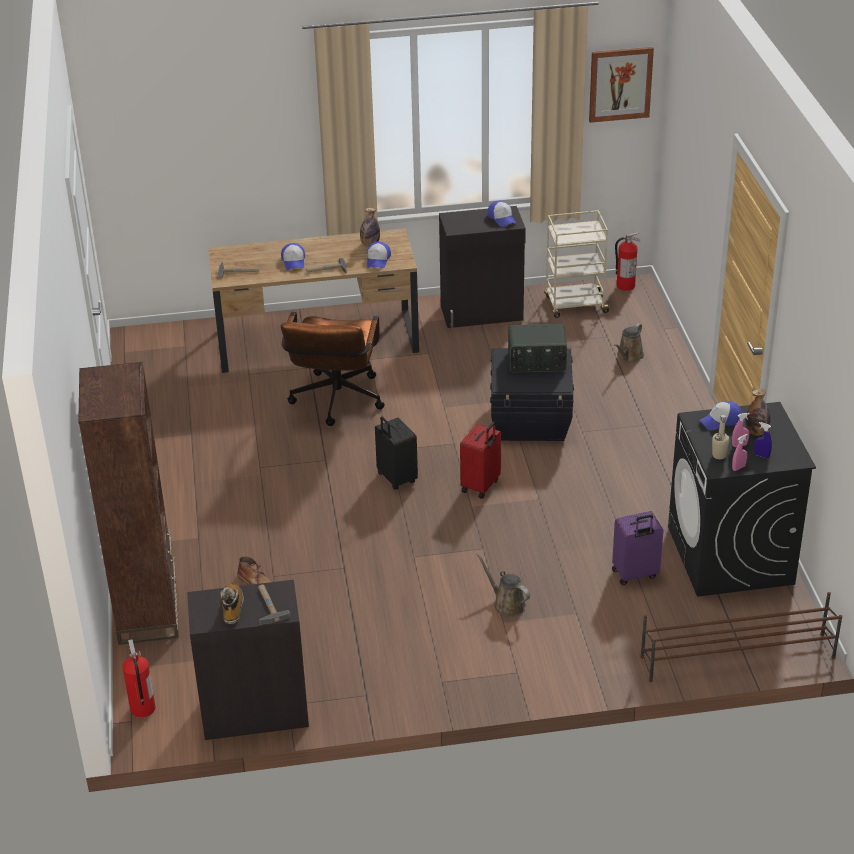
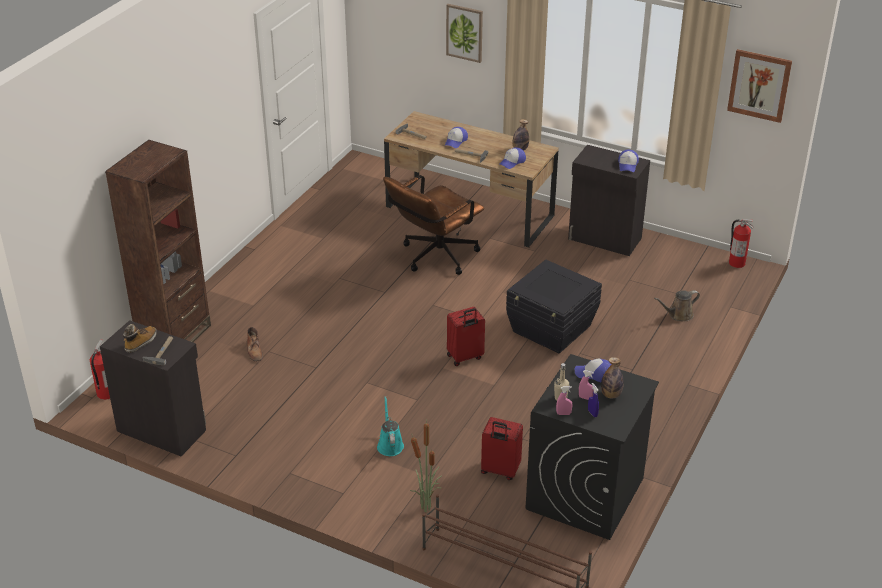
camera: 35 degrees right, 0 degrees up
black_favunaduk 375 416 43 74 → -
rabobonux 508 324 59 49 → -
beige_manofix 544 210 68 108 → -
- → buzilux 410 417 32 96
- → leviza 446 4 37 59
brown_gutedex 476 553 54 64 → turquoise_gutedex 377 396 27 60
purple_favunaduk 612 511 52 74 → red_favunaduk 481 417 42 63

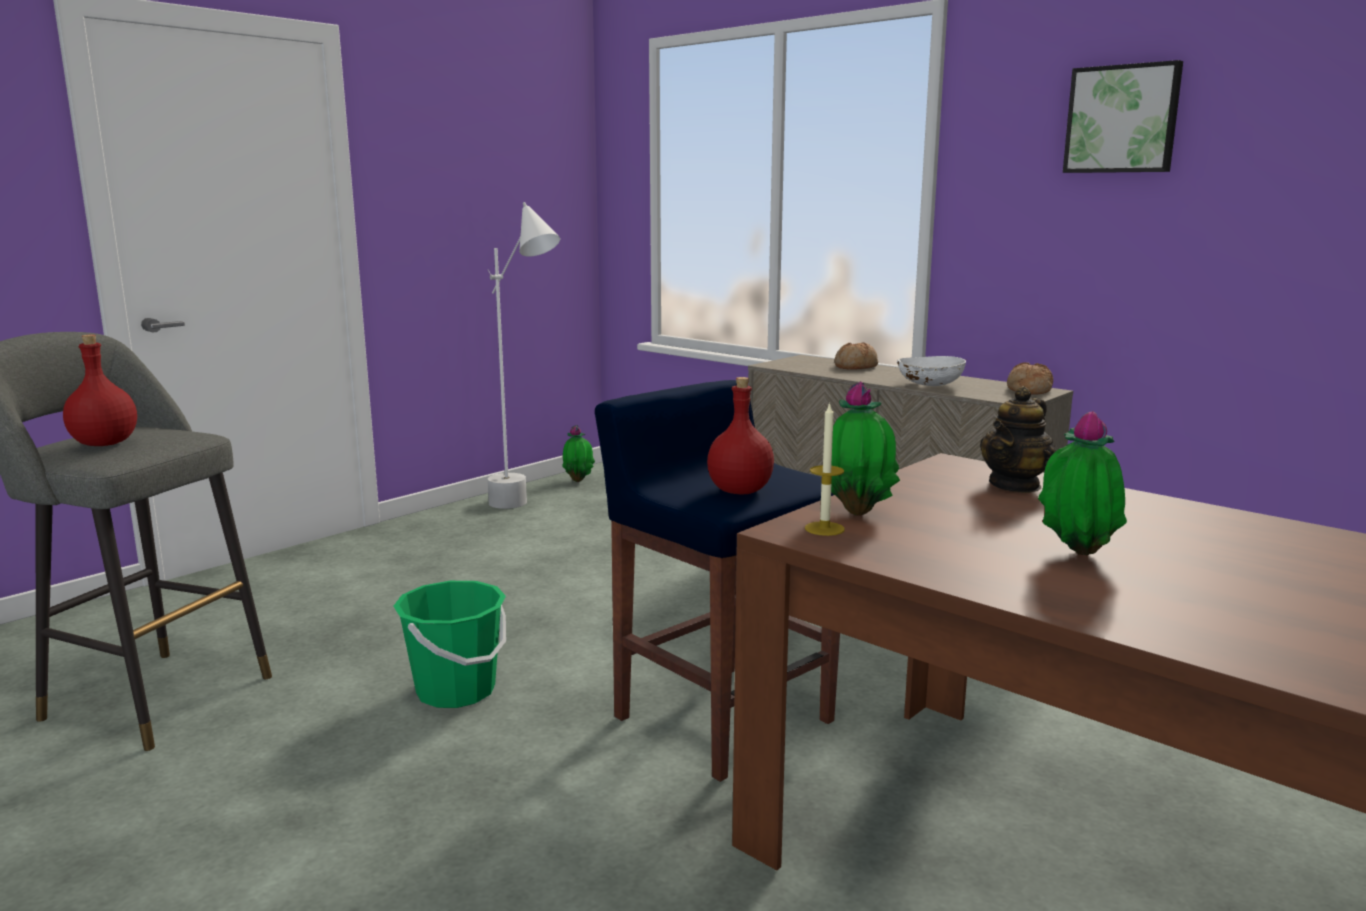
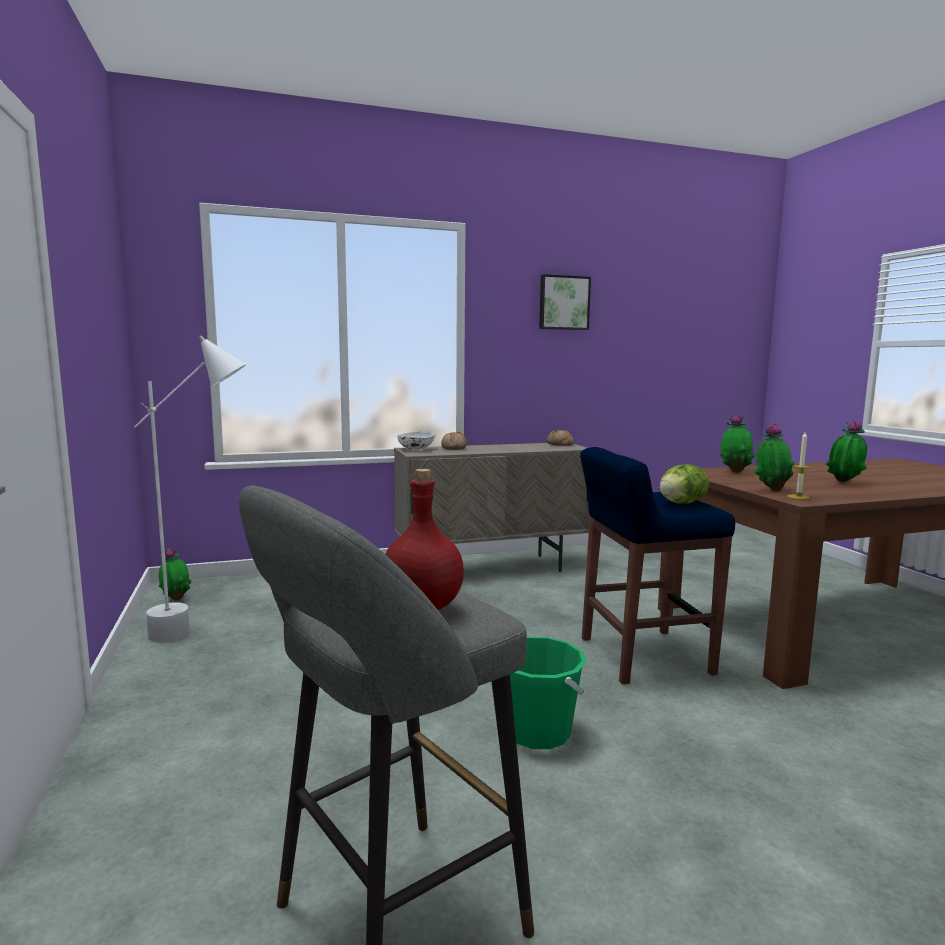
camera: 60 degrees left, 5 degrees down
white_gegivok 897 356 69 30 → white_gegivok 397 431 39 19, move
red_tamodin 707 377 67 118 → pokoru 659 464 50 40
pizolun 980 386 76 107 → buzilux 720 414 35 59

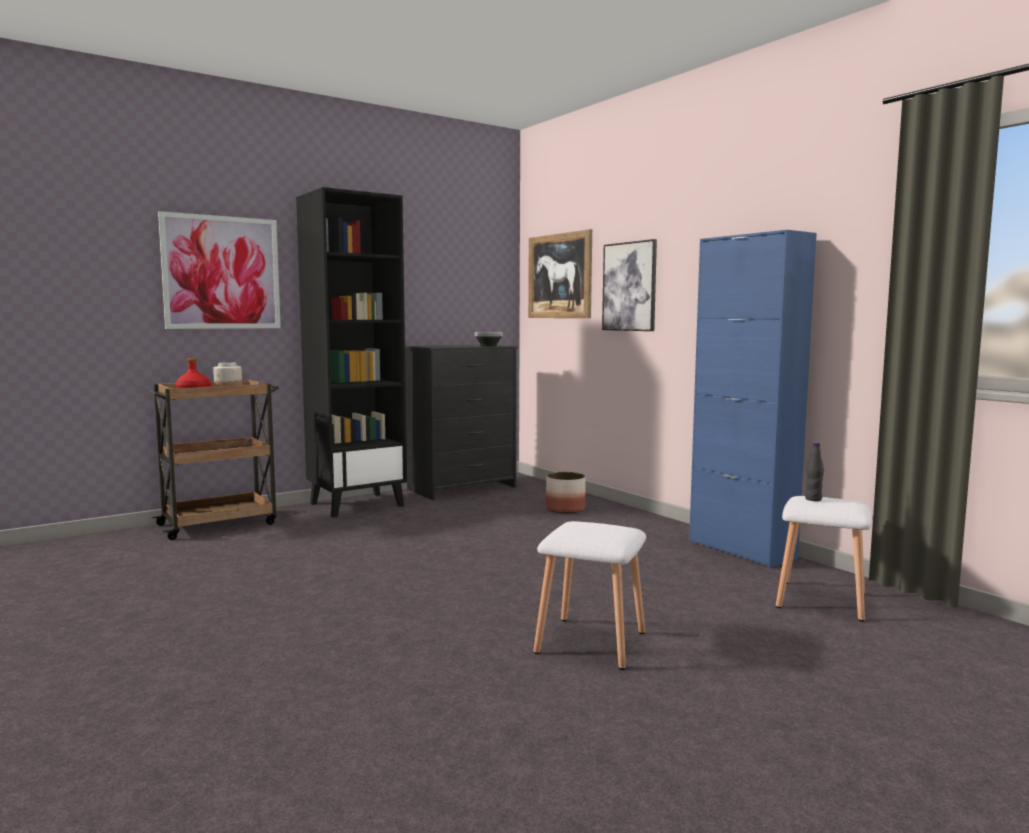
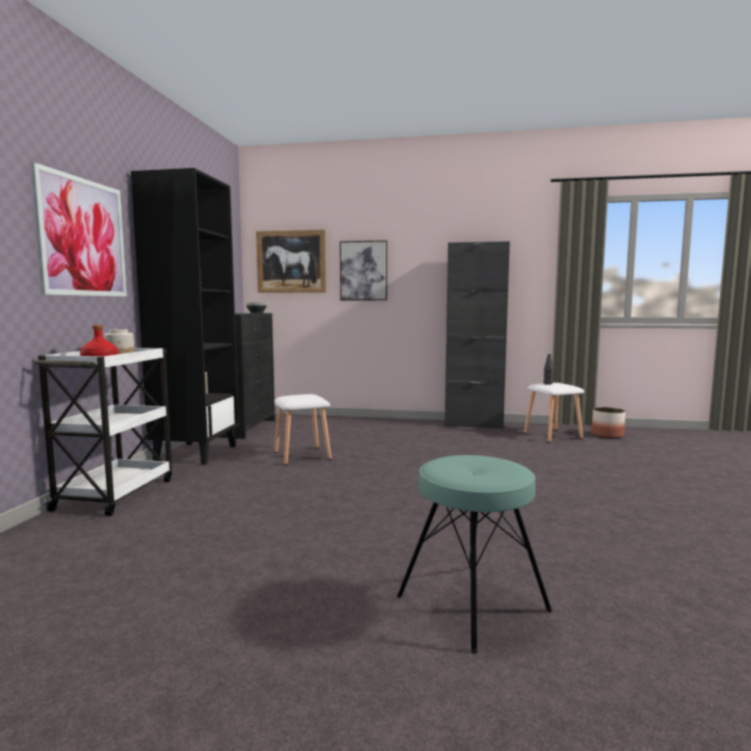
camera: 45 degrees left, 0 degrees up
- → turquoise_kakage 397 455 155 199
white_kakage 534 521 112 149 → white_kakage 274 394 58 71, move
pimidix 546 472 39 42 → pimidix 592 407 33 32, move
brown_manofix 144 379 135 161 → white_manofix 34 348 138 168
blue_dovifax 689 230 128 338 → black_dovifax 445 241 65 188

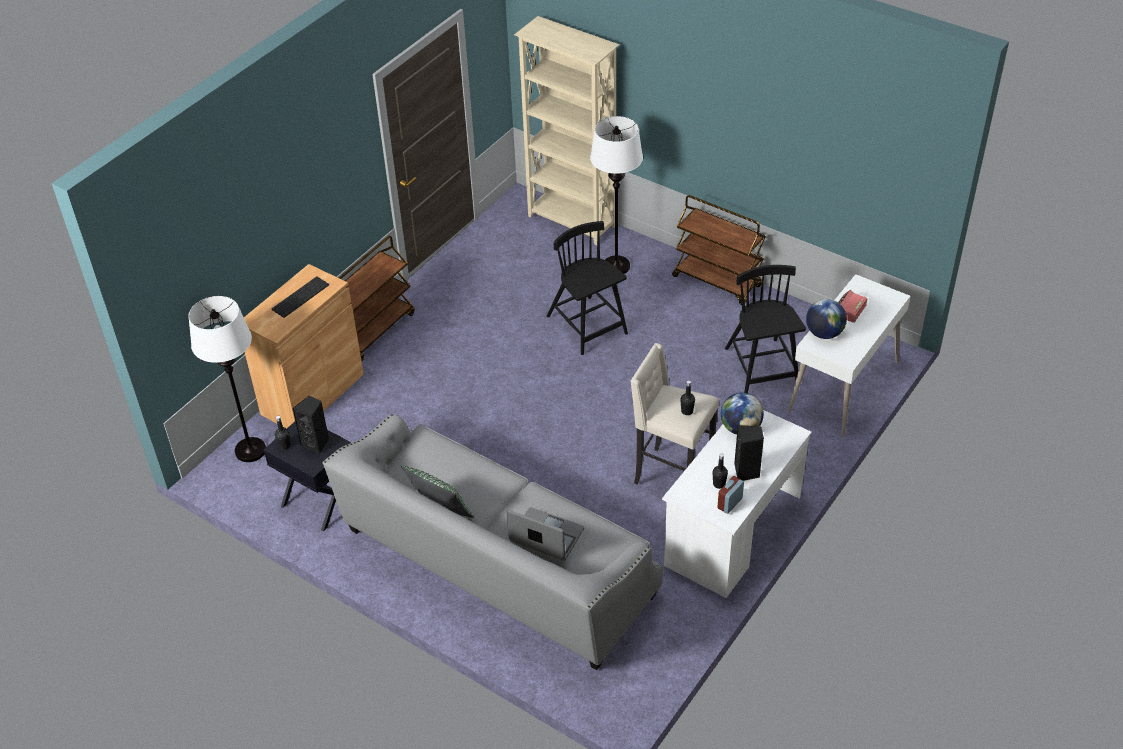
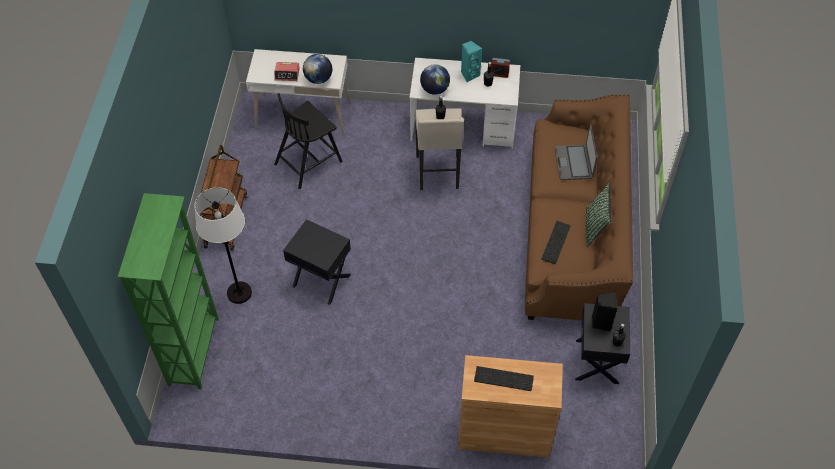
camera: 120 degrees left, 10 degrees up
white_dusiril 188 296 78 166 → -
brown_manofix 339 236 76 125 → -
- → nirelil 541 221 30 43
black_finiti 547 221 81 134 → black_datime 283 219 68 86
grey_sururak 322 414 341 256 → brown_sururak 525 94 108 227
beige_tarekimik 514 16 105 229 → green_tarekimik 118 193 101 196
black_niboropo 734 425 30 56 → turquoise_niboropo 461 41 21 41

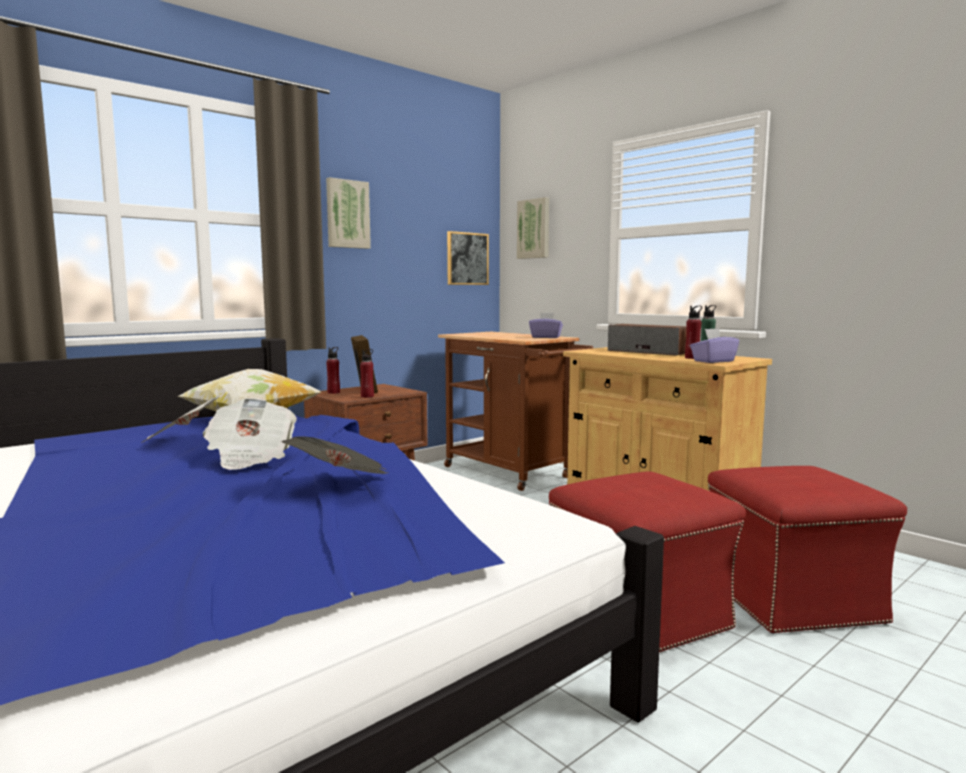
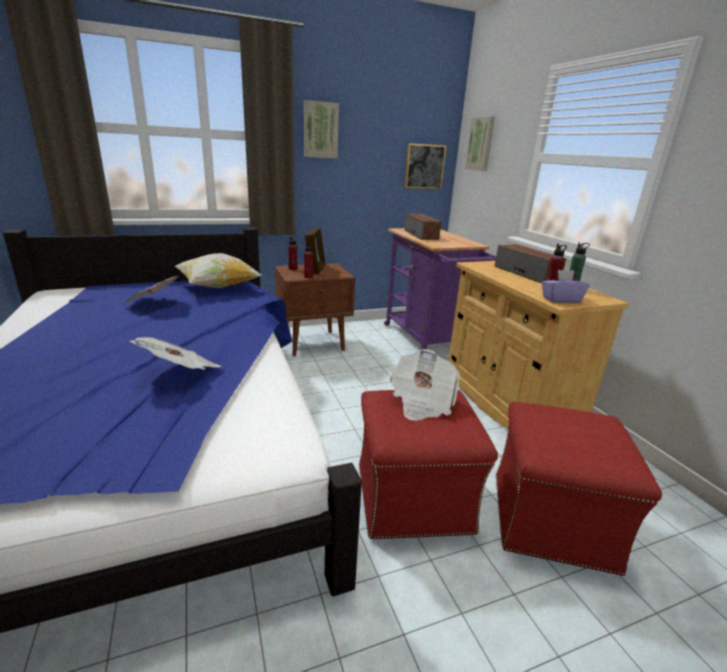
camera: 20 degrees right, 15 degrees up
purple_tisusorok 529 313 34 25 → -
- → niboropo 405 213 36 27
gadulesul 203 398 94 72 → gadulesul 390 349 71 71, move
brown_manofix 438 332 155 159 → purple_manofix 384 228 112 122

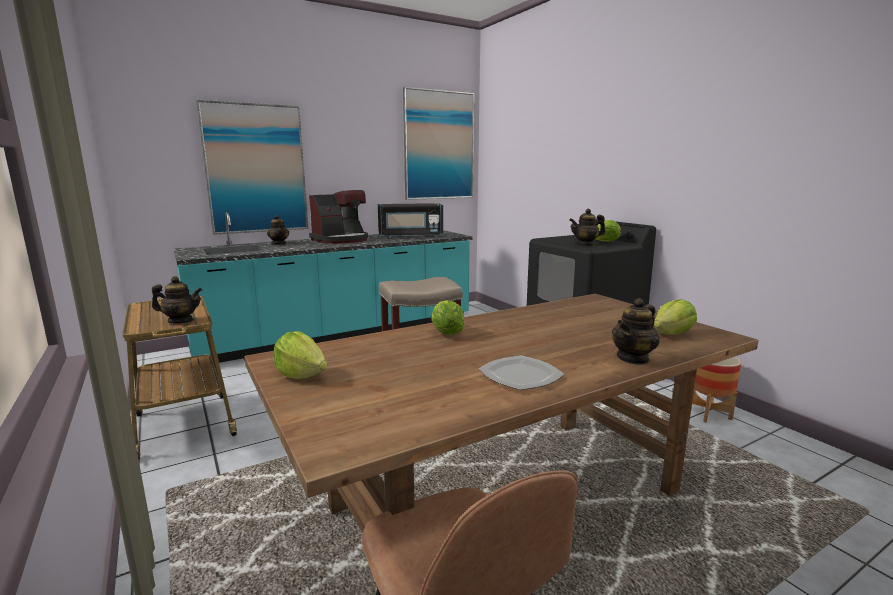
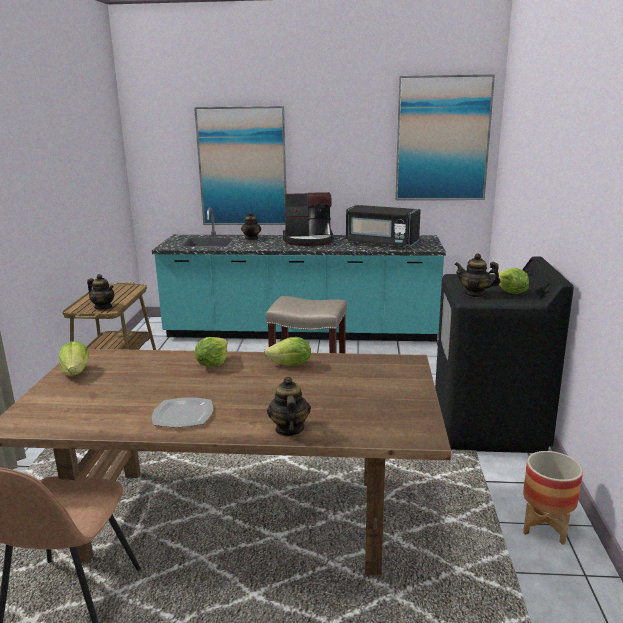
camera: 35 degrees right, 5 degrees up
pokoru 654 299 43 36 → pokoru 264 337 47 29, move
pizolun 612 298 48 67 → pizolun 267 377 44 59, 90 degrees clockwise

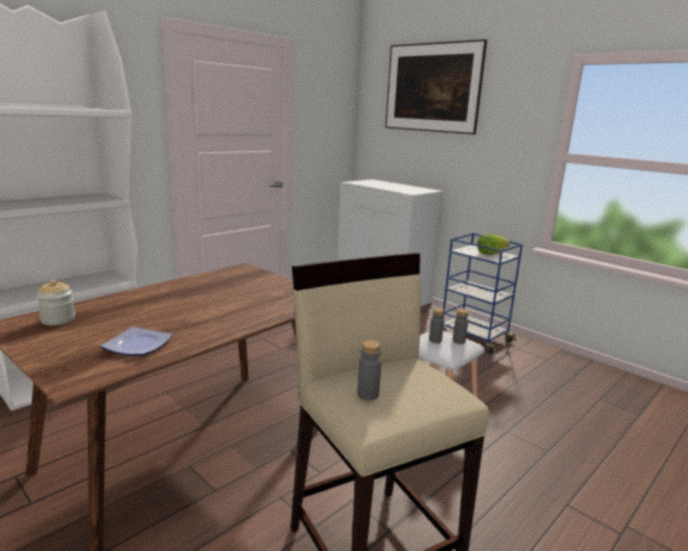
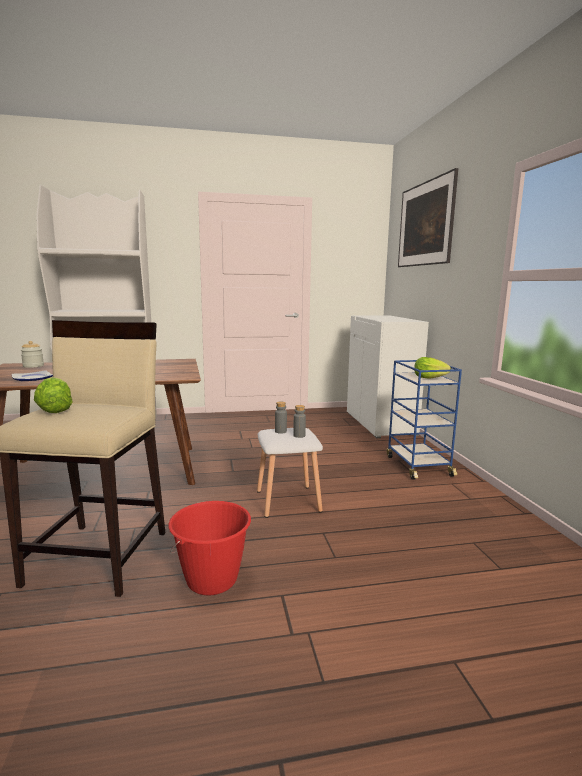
camera: 35 degrees right, 5 degrees down
- → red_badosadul 169 501 82 94
grey_tamodin 357 340 24 60 → pokoru 34 377 39 36

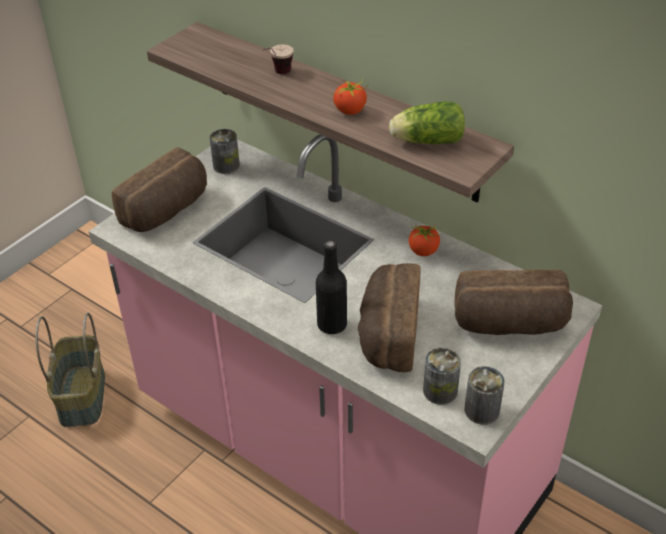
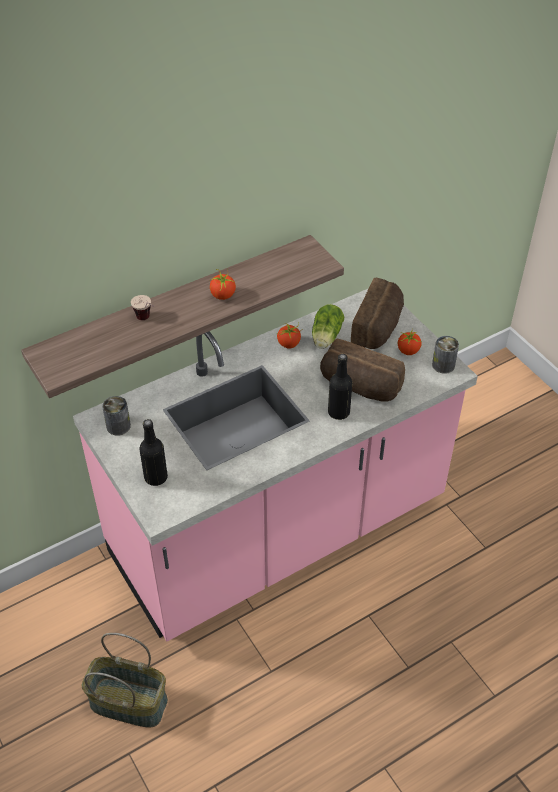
camera: 70 degrees left, 5 degrees up
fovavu 423 347 38 58 → -
- → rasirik 398 329 24 26
pokoru 389 101 76 43 → pokoru 312 304 32 45, move
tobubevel 112 147 95 85 → black_tamodin 139 419 29 67

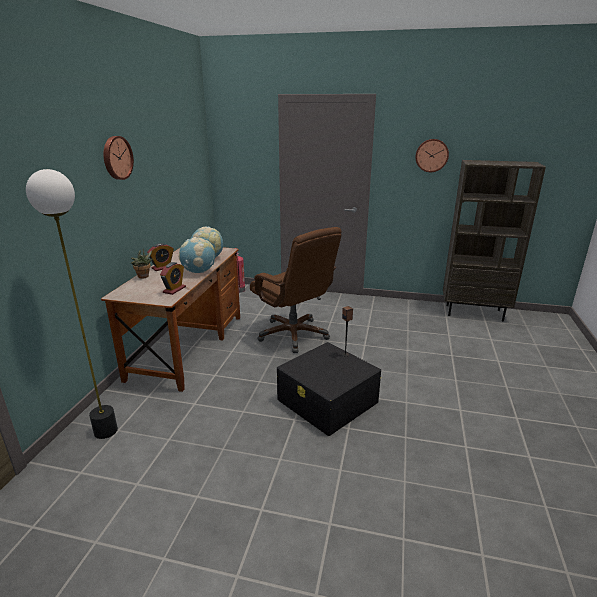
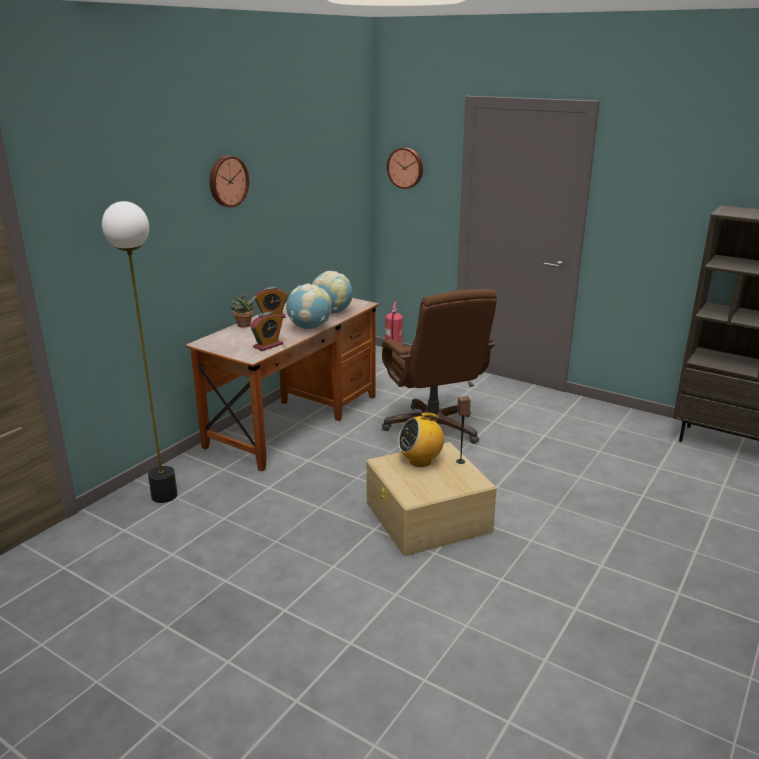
camera: 20 degrees right, 0 degrees up
- → rabobonux 398 413 46 54
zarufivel 416 139 33 33 → zarufivel 387 148 36 41, move
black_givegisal 277 342 104 94 → beige_givegisal 366 442 131 114

